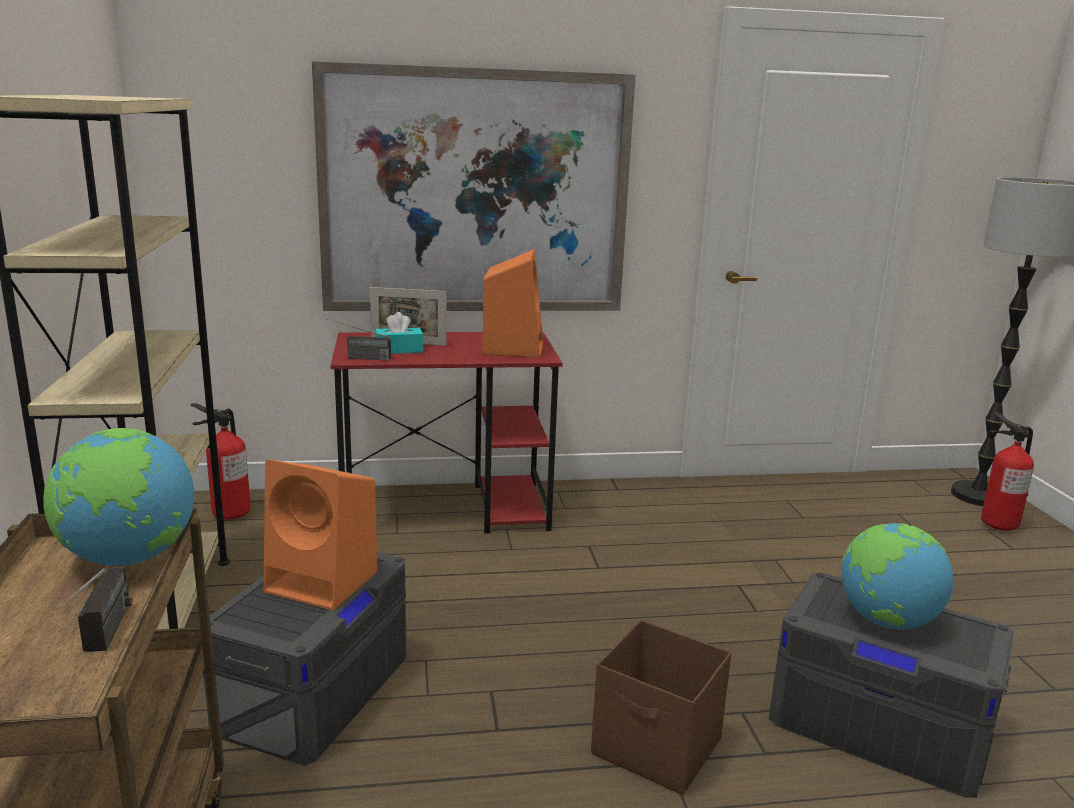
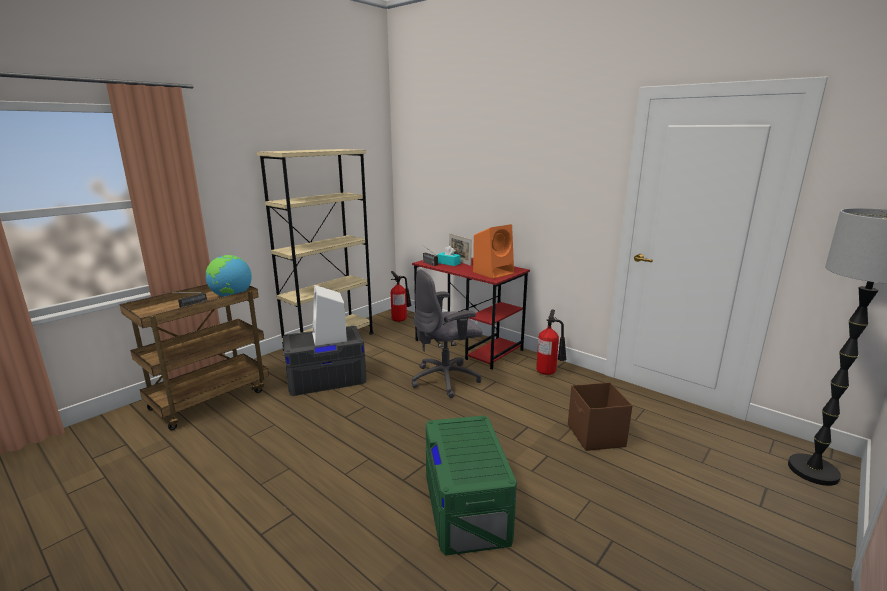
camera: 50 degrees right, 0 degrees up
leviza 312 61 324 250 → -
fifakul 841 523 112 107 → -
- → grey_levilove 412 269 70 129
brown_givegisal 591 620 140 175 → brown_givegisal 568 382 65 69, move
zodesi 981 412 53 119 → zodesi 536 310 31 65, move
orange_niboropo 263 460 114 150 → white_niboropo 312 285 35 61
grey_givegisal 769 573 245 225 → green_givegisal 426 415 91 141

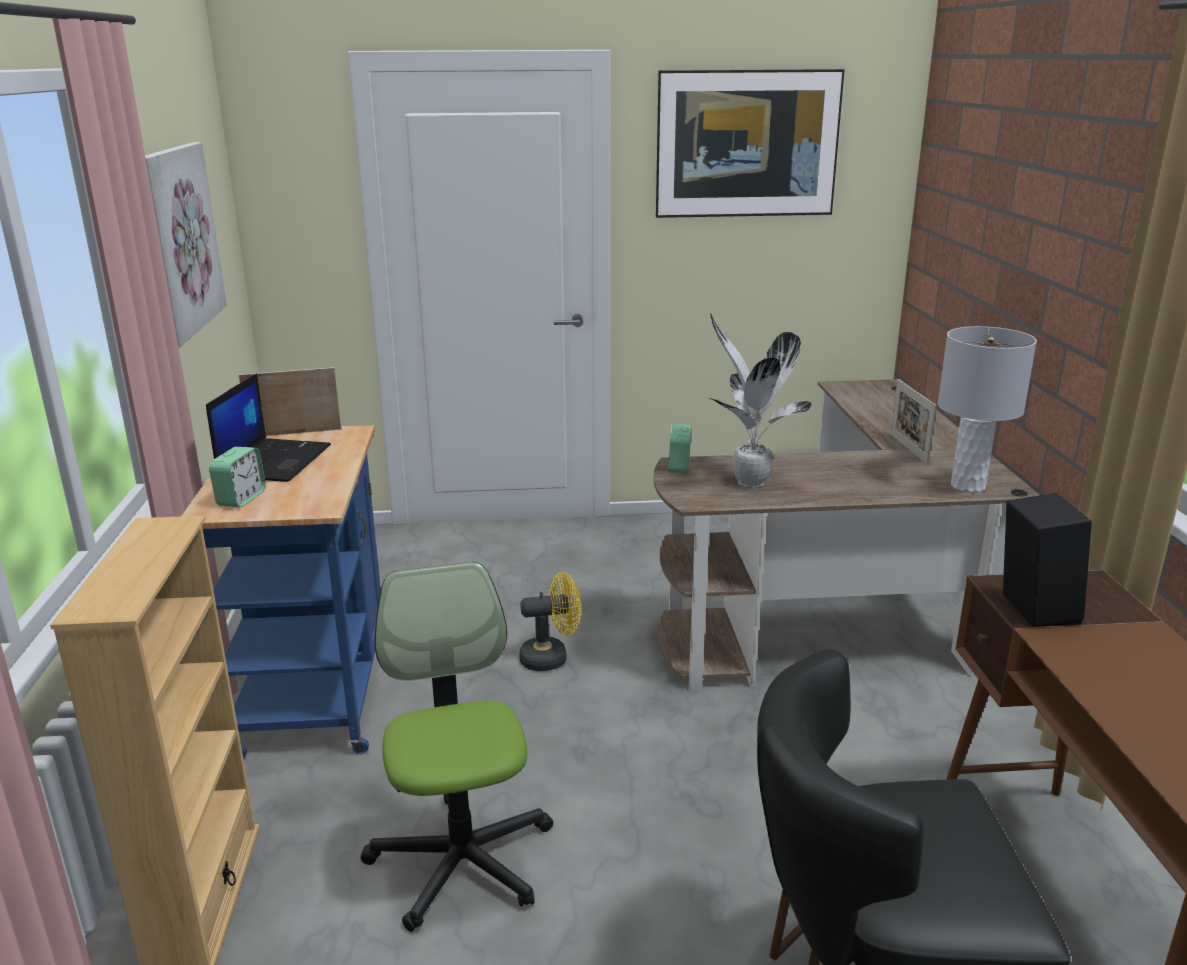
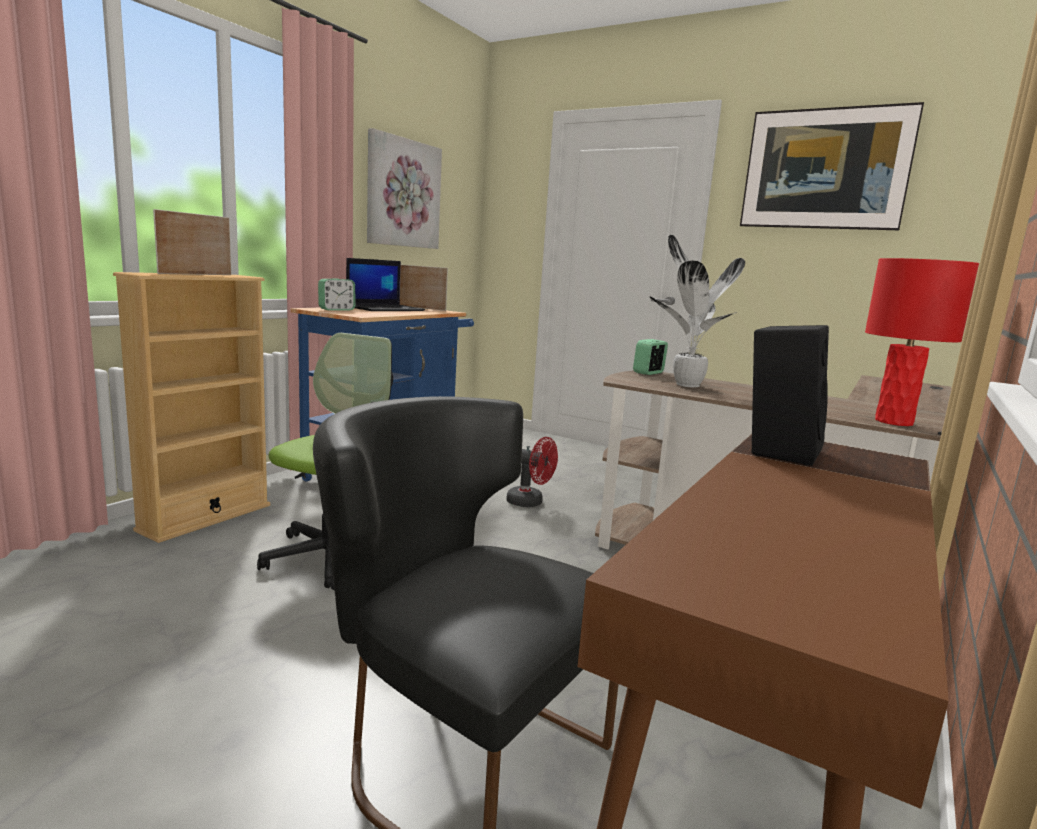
camera: 35 degrees right, 10 degrees down
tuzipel 891 379 46 85 → tuzipel 153 209 78 66, move
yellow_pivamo 519 572 62 99 → red_pivamo 506 437 52 70
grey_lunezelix 938 326 99 167 → red_lunezelix 865 258 114 168

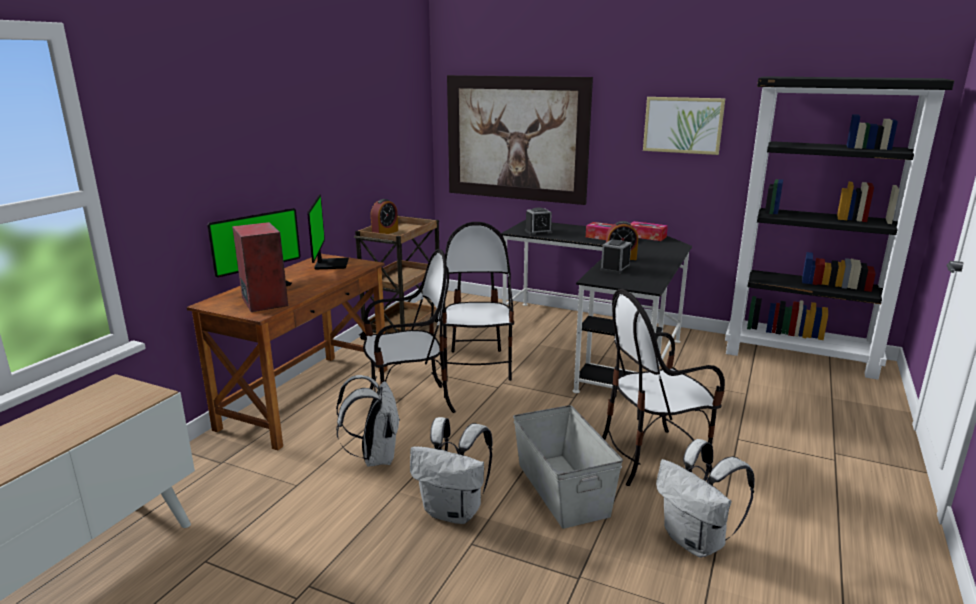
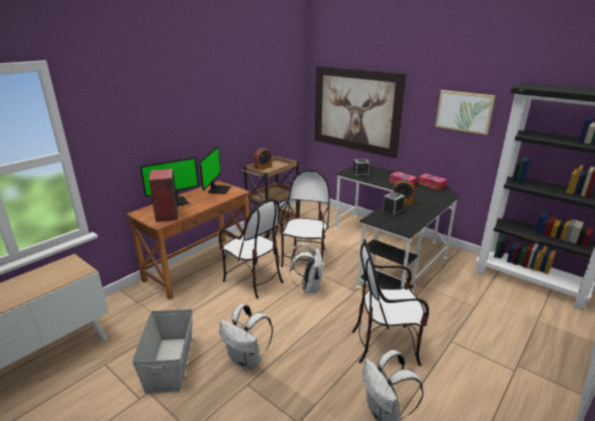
camera: 15 degrees right, 5 degrees up
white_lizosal 336 375 64 92 → white_lizosal 290 243 34 50, move
grey_givegisal 513 405 110 124 → grey_givegisal 132 309 61 84, move
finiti 363 249 93 164 → finiti 219 199 64 100, 45 degrees clockwise

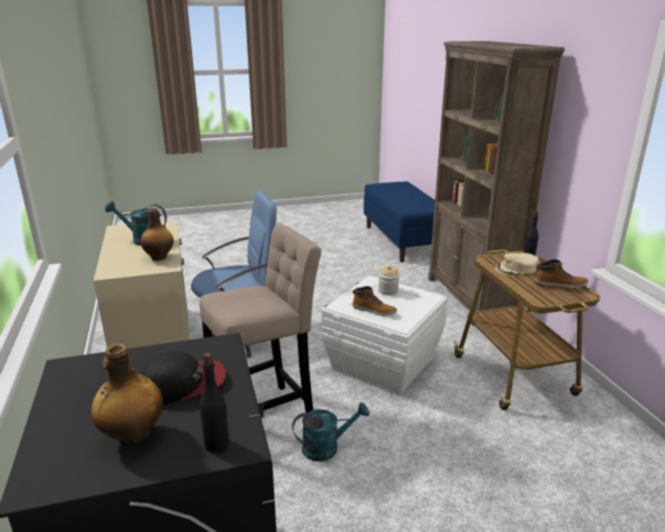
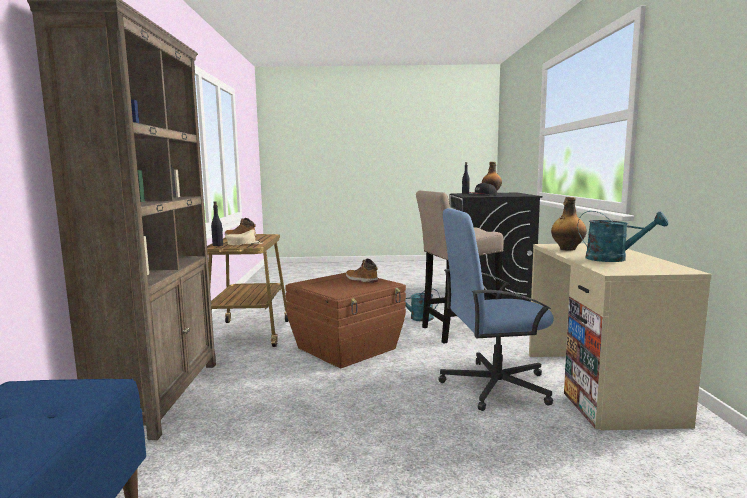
camera: 165 degrees left, 15 degrees down
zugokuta 378 265 21 30 → -
white_givegisal 322 276 126 119 → brown_givegisal 285 273 121 96

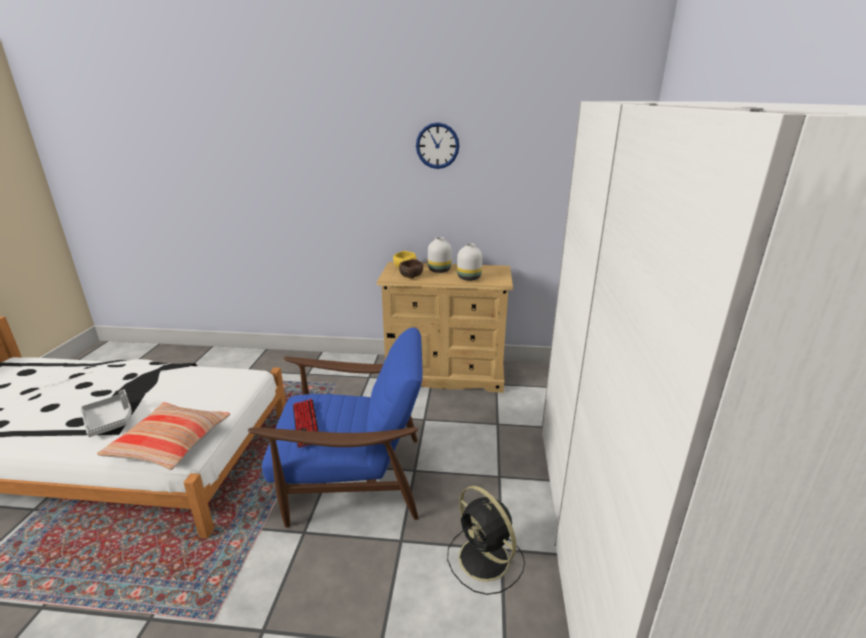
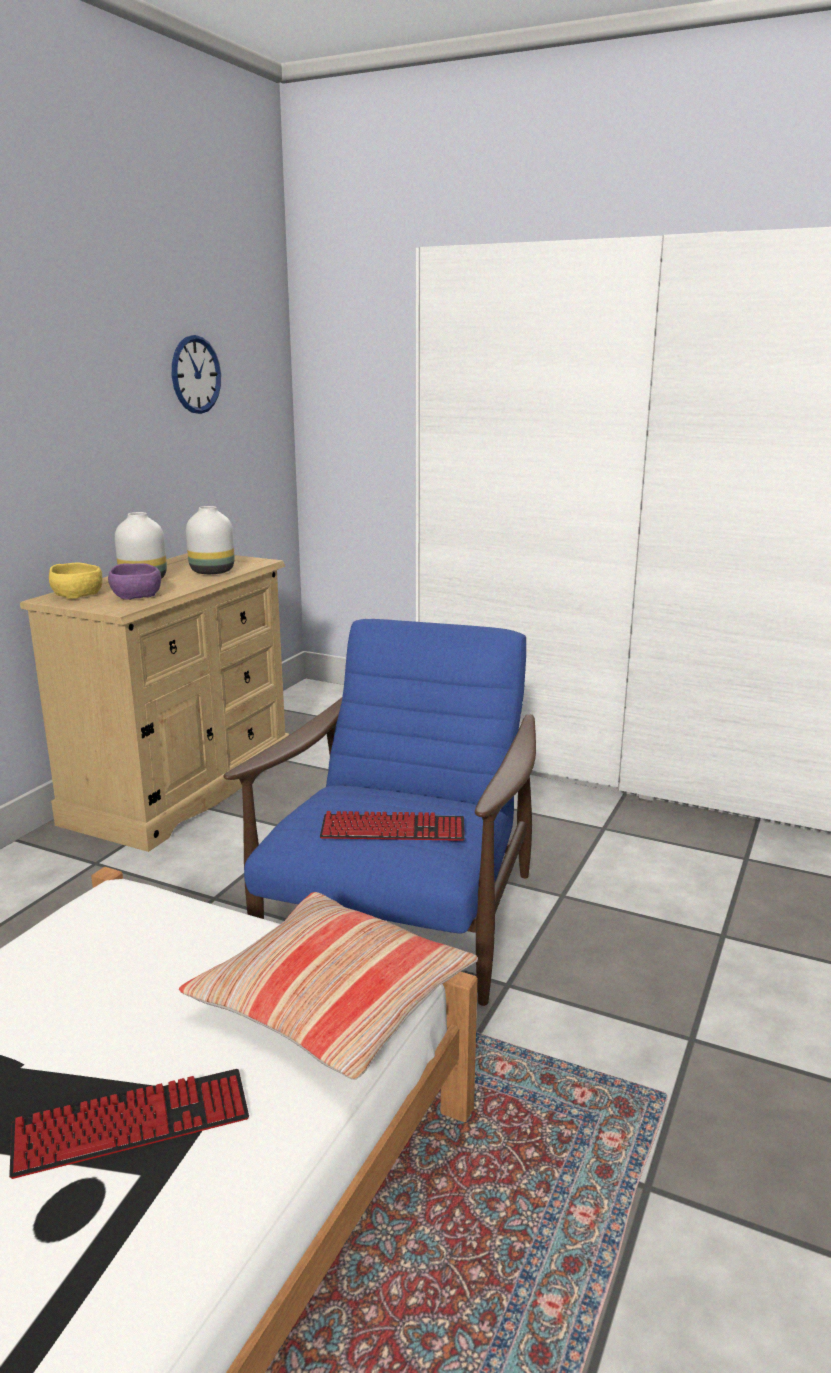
camera: 70 degrees left, 5 degrees down
black_pivamo 447 486 78 109 → -
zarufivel 416 122 43 47 → zarufivel 172 335 49 79, move
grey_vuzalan 80 389 52 48 → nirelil 9 1069 240 110
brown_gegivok 399 259 24 19 → purple_gegivok 108 563 53 37

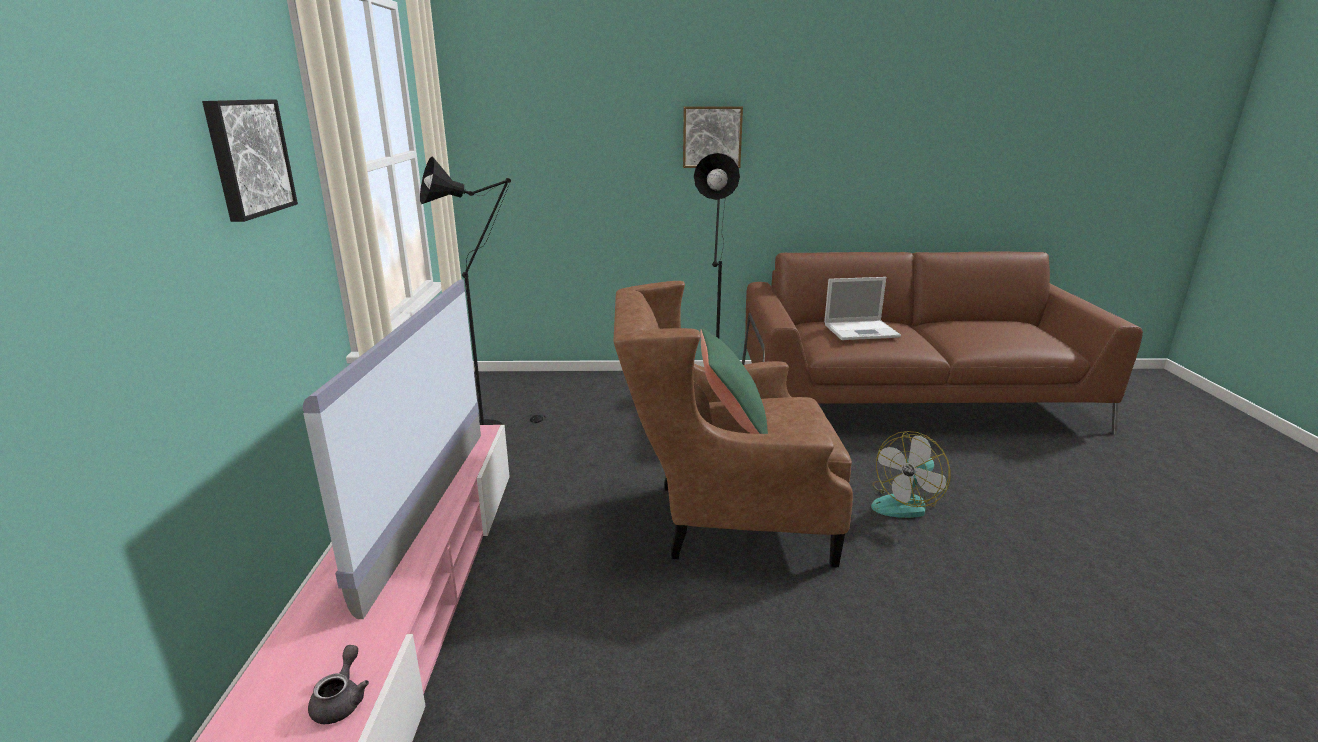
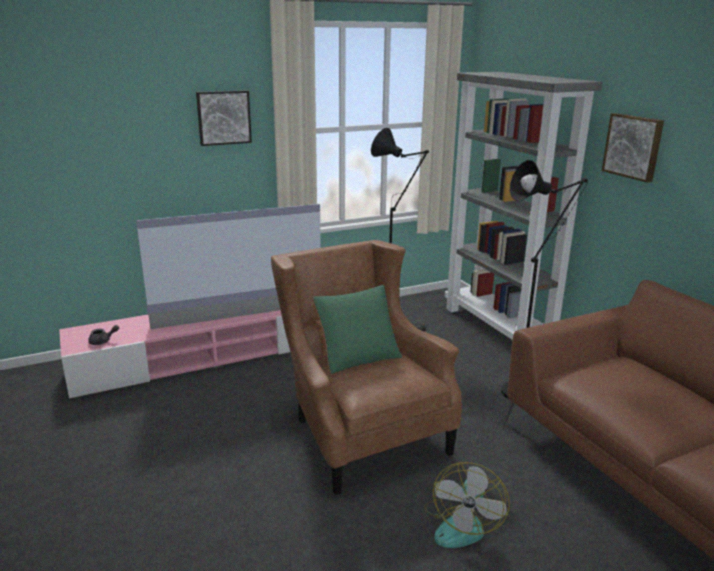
camera: 65 degrees right, 0 degrees up
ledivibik 824 277 77 63 → -
- → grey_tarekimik 445 72 158 268
pivamo 871 431 80 87 → pivamo 424 462 86 86, 90 degrees counterclockwise

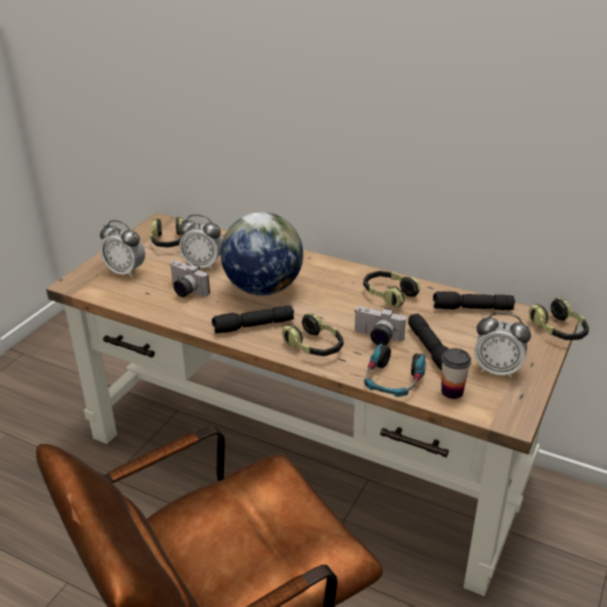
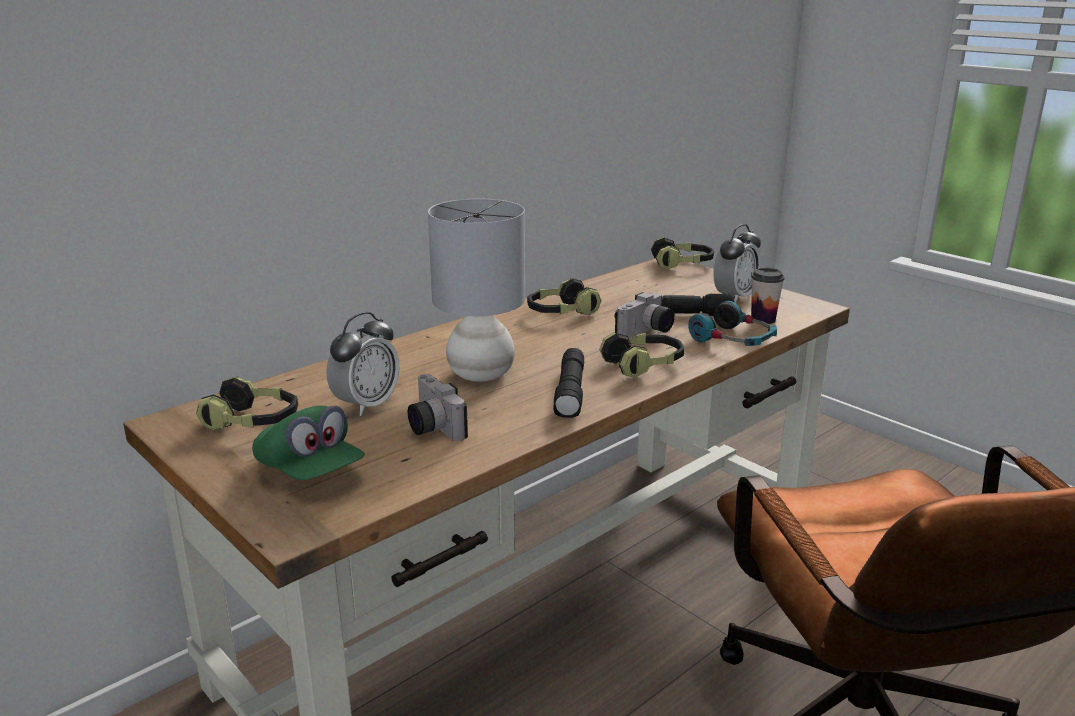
camera: 70 degrees left, 10 degrees down
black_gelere 433 291 82 19 → -
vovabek 100 220 45 58 → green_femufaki 252 405 113 75
fifakul 221 212 82 84 → grey_lunezelix 428 199 97 183
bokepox 170 261 40 36 → bokepox 408 374 60 67, 90 degrees clockwise

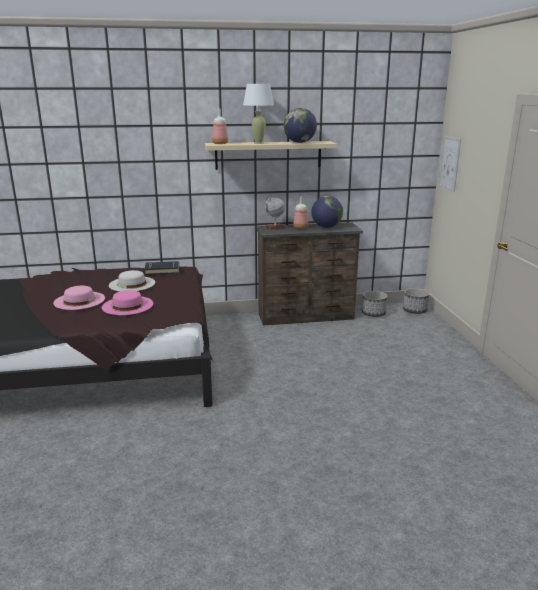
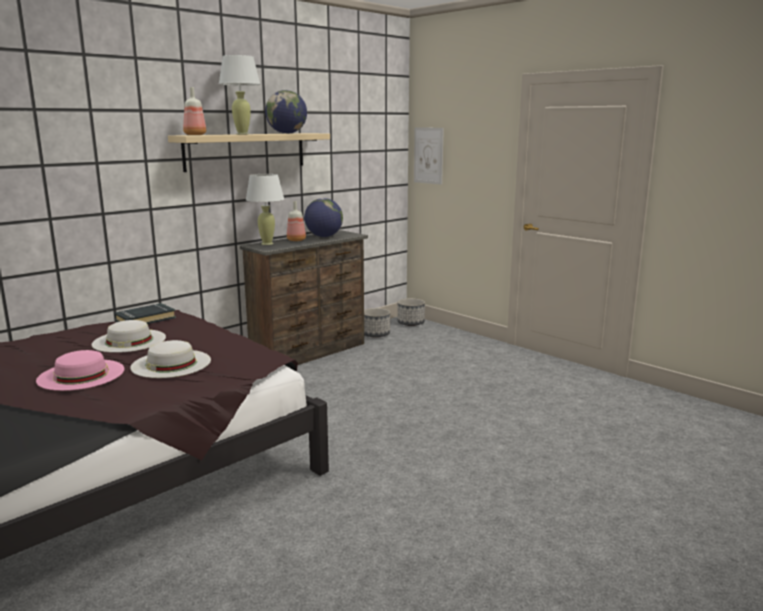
camera: 35 degrees left, 5 degrees down
fifakul 265 197 20 33 → white_lunezelix 246 174 38 71
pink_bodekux 102 290 51 25 → white_bodekux 130 340 81 38

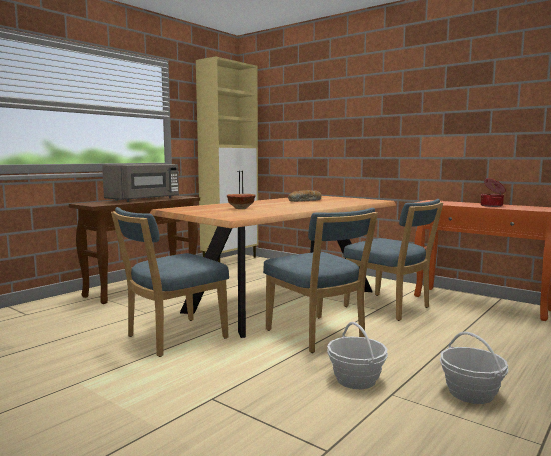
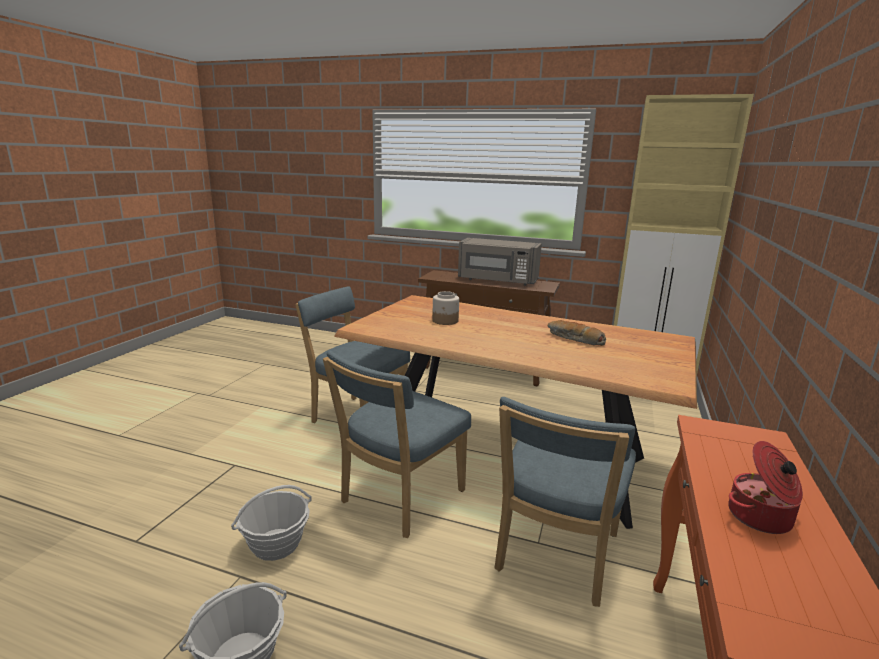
camera: 70 degrees right, 10 degrees up
gegivok 227 194 29 15 → zugokuta 432 291 27 34

